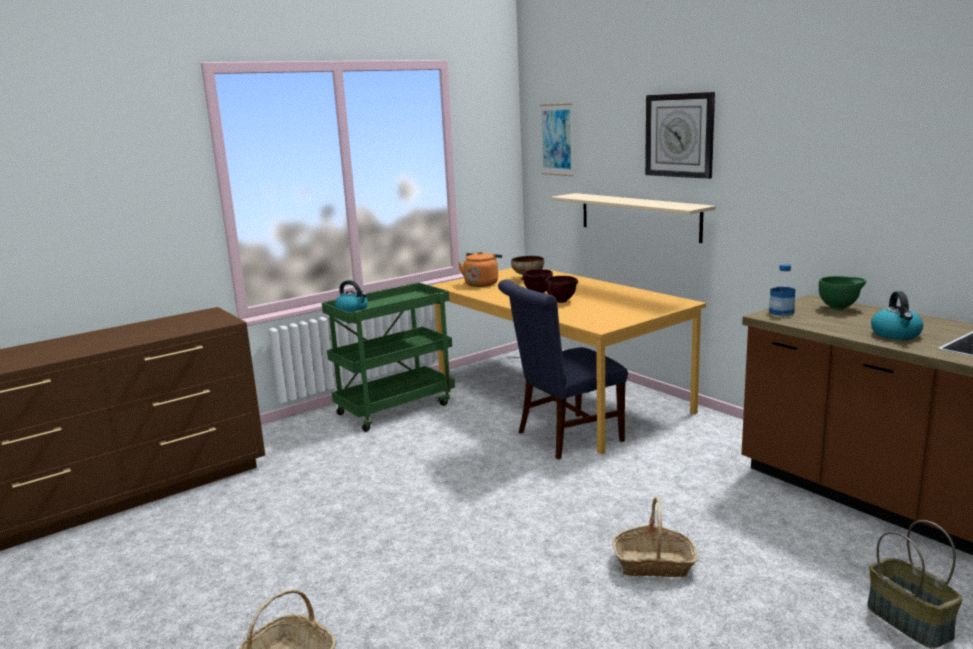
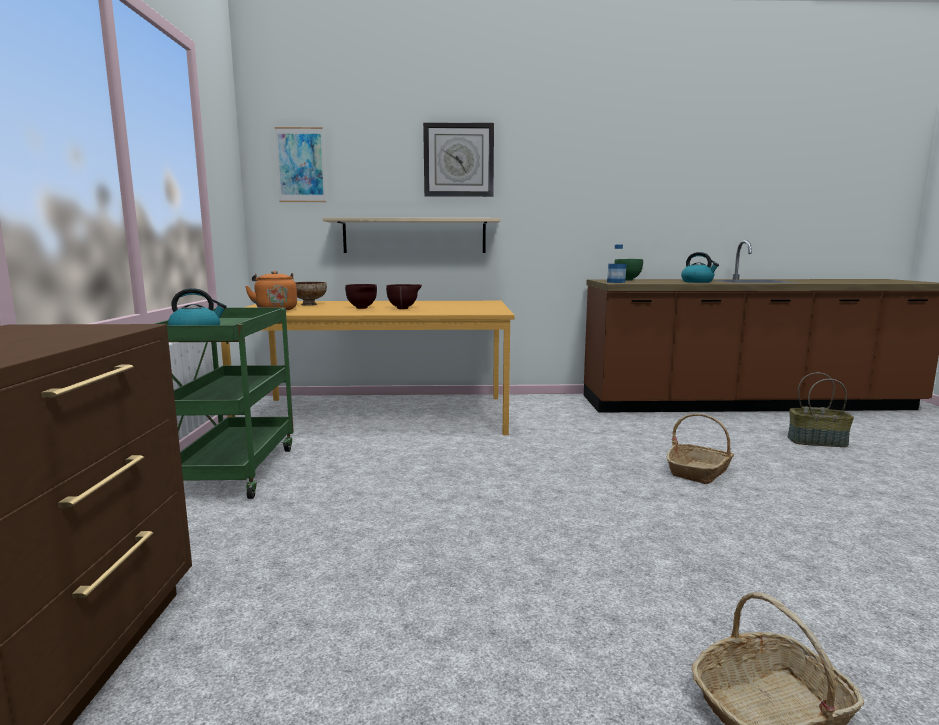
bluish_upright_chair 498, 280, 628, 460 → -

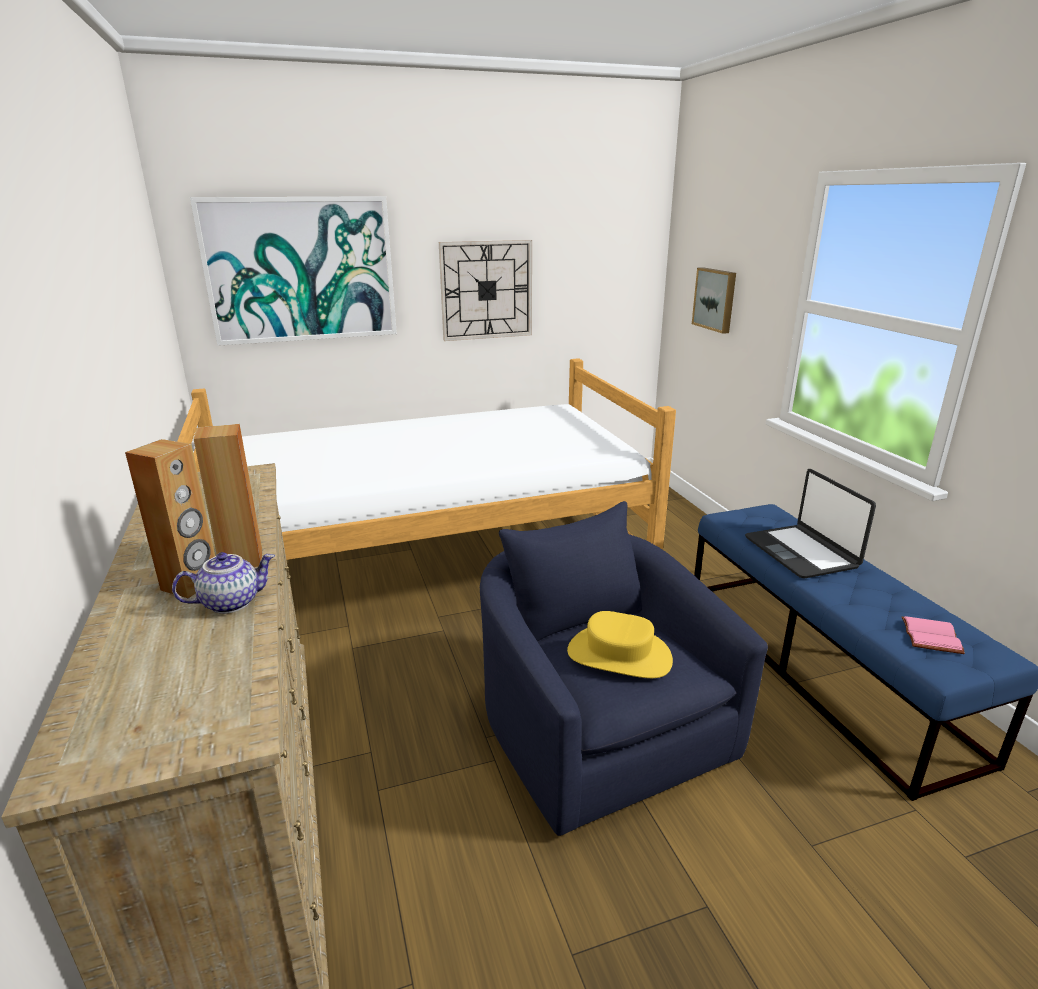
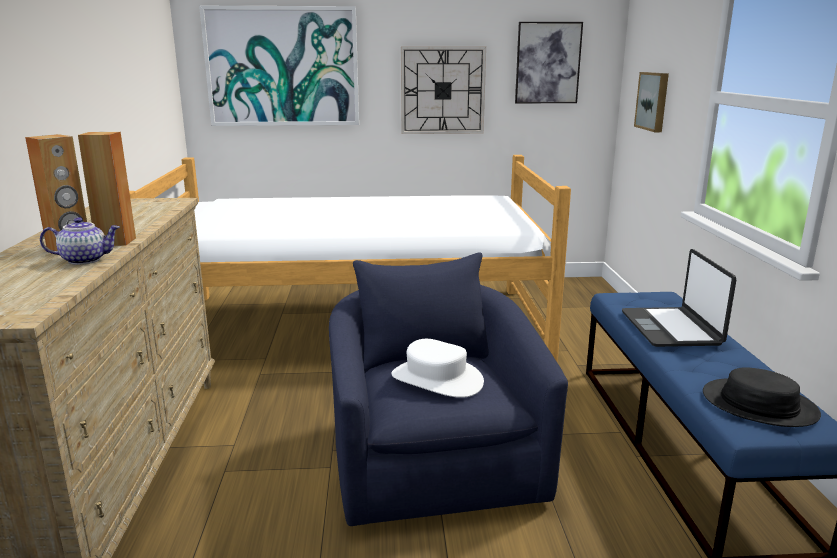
yellowish_clothing_hat 567, 611, 673, 678 → white_clothing_hat 391, 339, 484, 398
- → wall_art 515, 22, 583, 103
pink-coloured_book 902, 616, 965, 654 → blackish_clothing_hat 703, 367, 821, 427

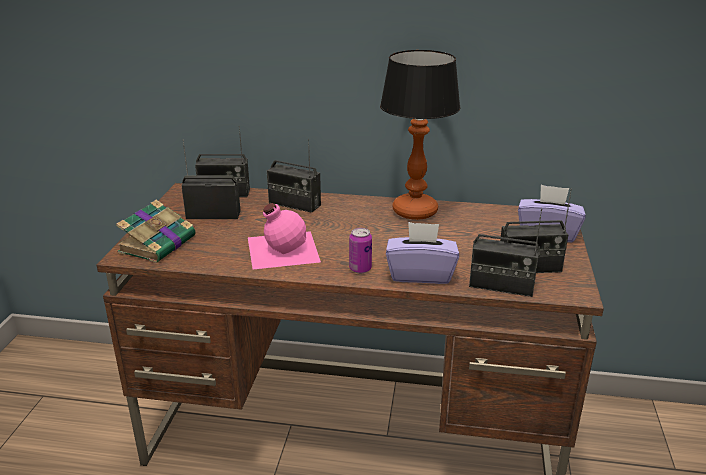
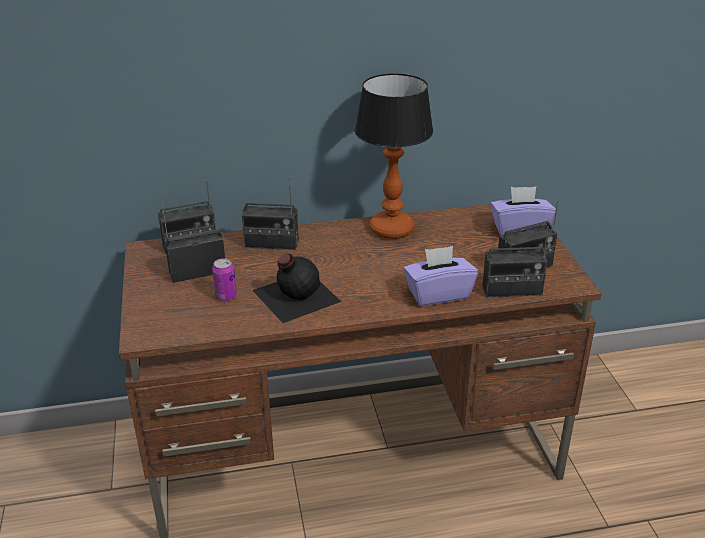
can 349, 228, 372, 273 → can 212, 258, 237, 301, moved
pink-coloured_bottle 248, 203, 321, 269 → blackish_bottle 252, 254, 341, 323
book 116, 200, 196, 263 → -

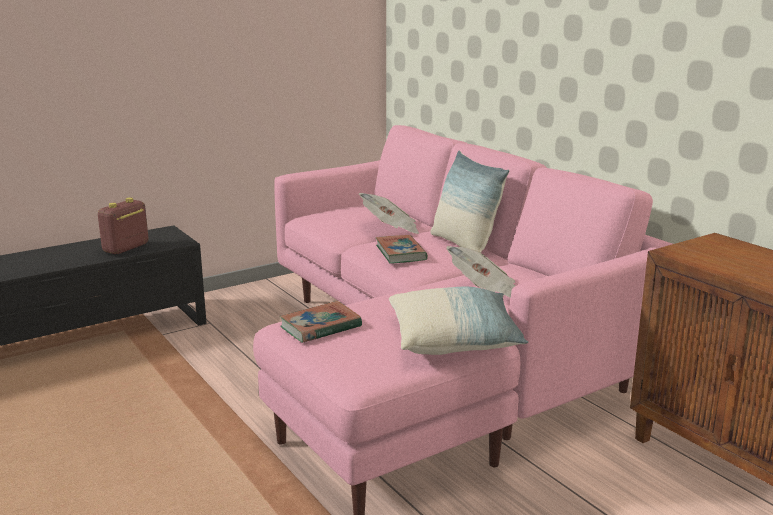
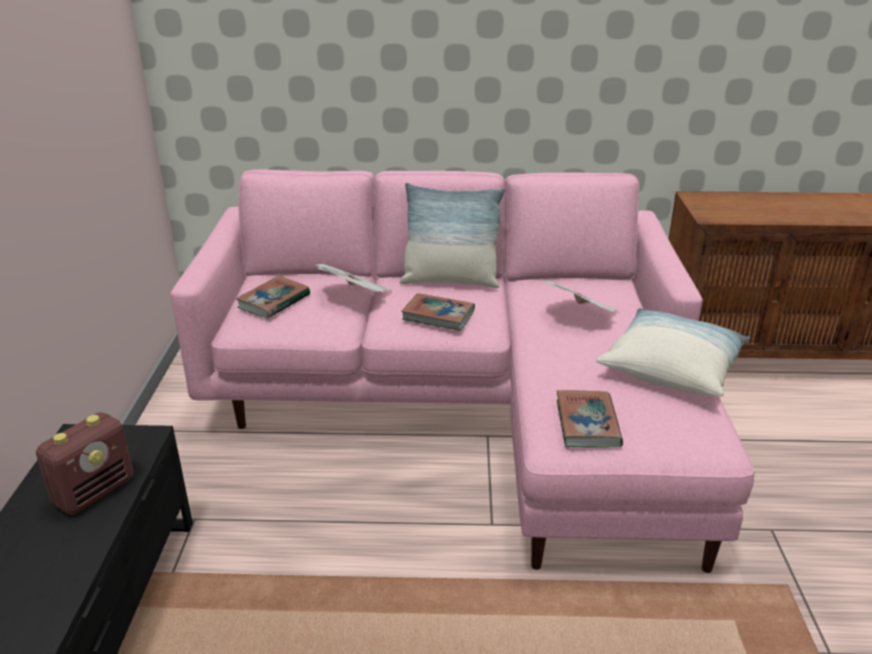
radio_set 98, 198, 148, 254 → radio_set 36, 412, 133, 515, 120 degrees counterclockwise
- → book 236, 276, 310, 318

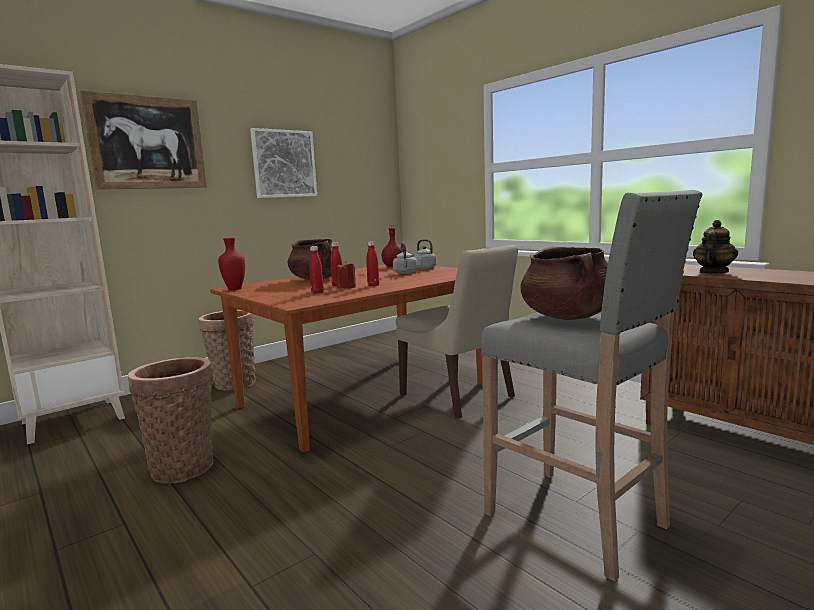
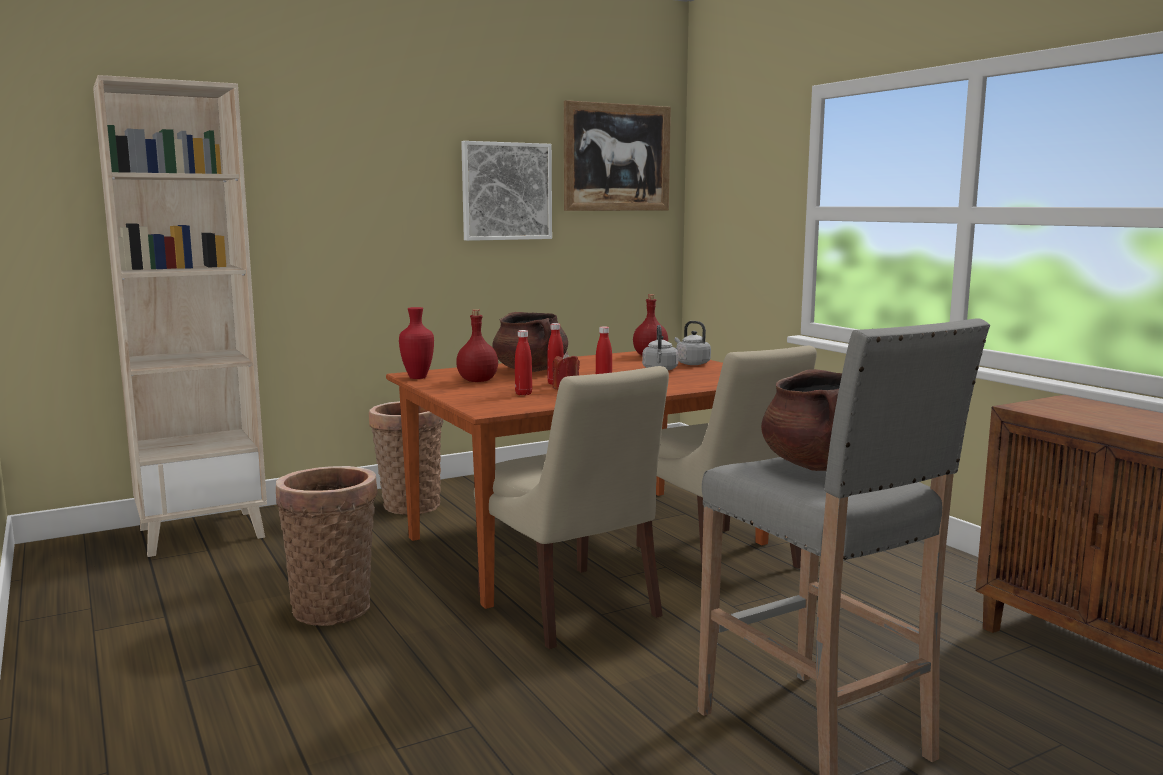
- → reddish_bottle 456, 309, 498, 382
- → beige_upright_chair 474, 366, 669, 649
wall_art 80, 90, 207, 190 → wall_art 564, 100, 671, 211, moved
tea_pot 693, 220, 738, 274 → -

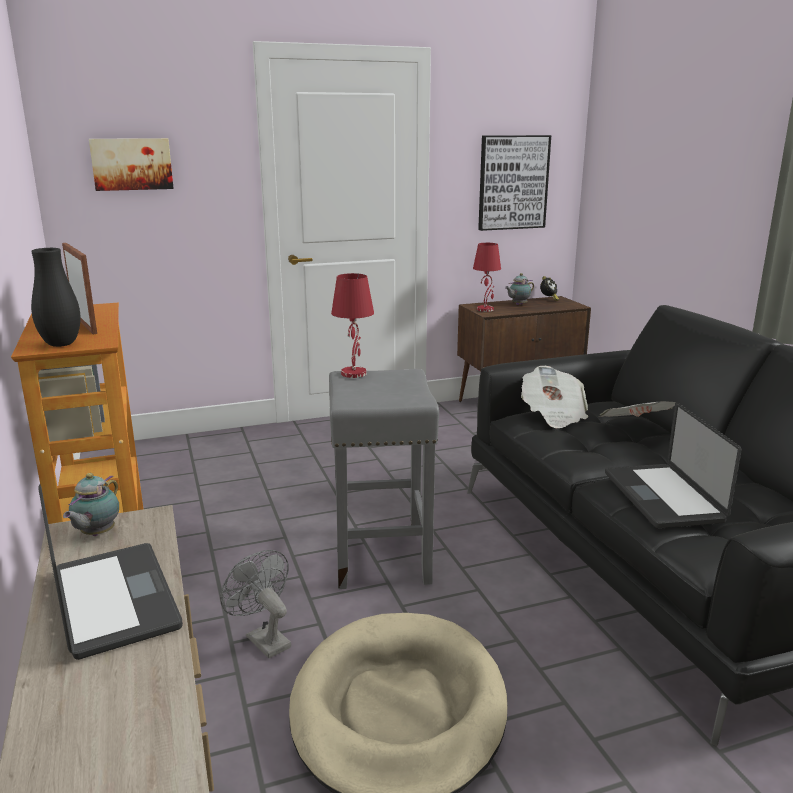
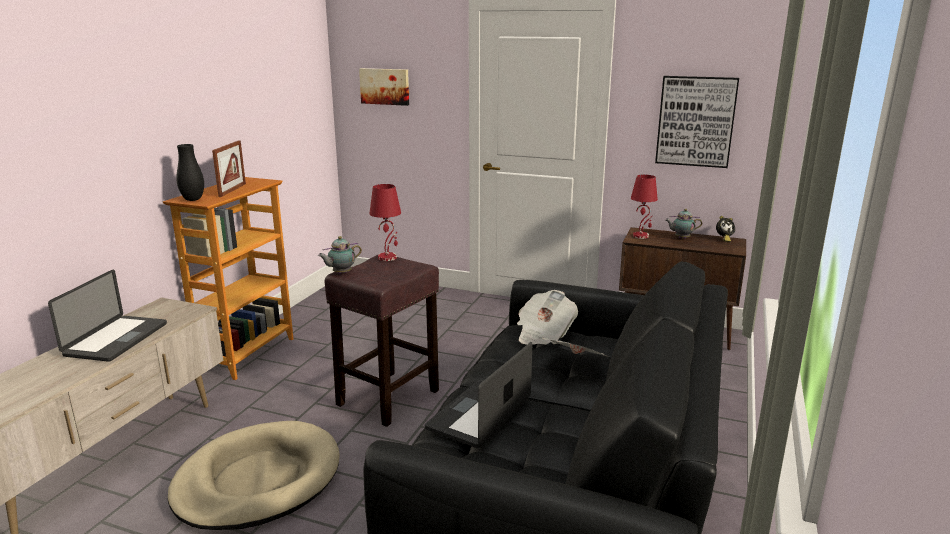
tea_pot 63, 473, 119, 536 → tea_pot 318, 236, 362, 274, moved
greyish_sitting_stool 329, 369, 439, 589 → brown_sitting_stool 325, 254, 439, 427
greyish_cooling_fan 220, 550, 291, 658 → -

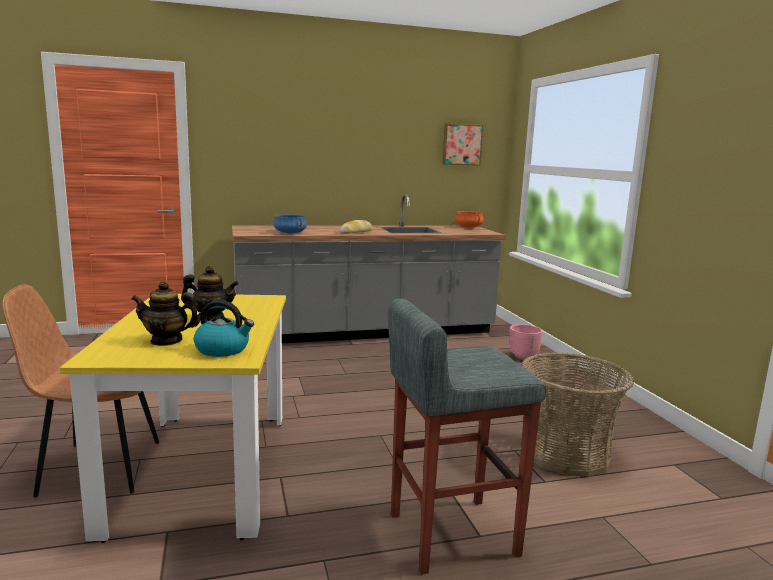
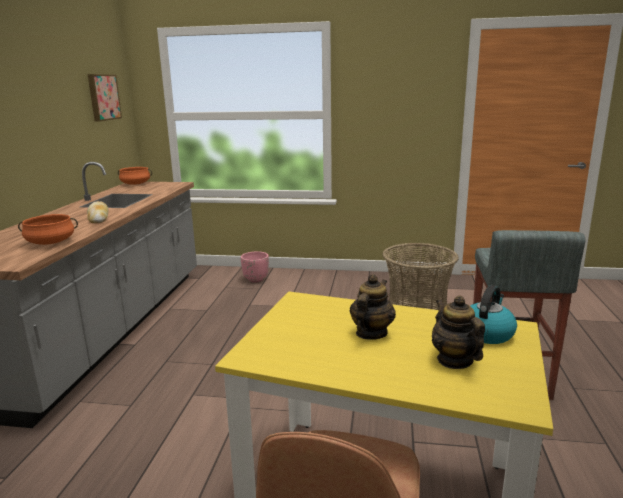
bluish_saucepot 274, 214, 307, 233 → orangey_saucepot 18, 214, 78, 245
tea_pot 132, 281, 200, 346 → tea_pot 432, 295, 485, 369, 135 degrees clockwise

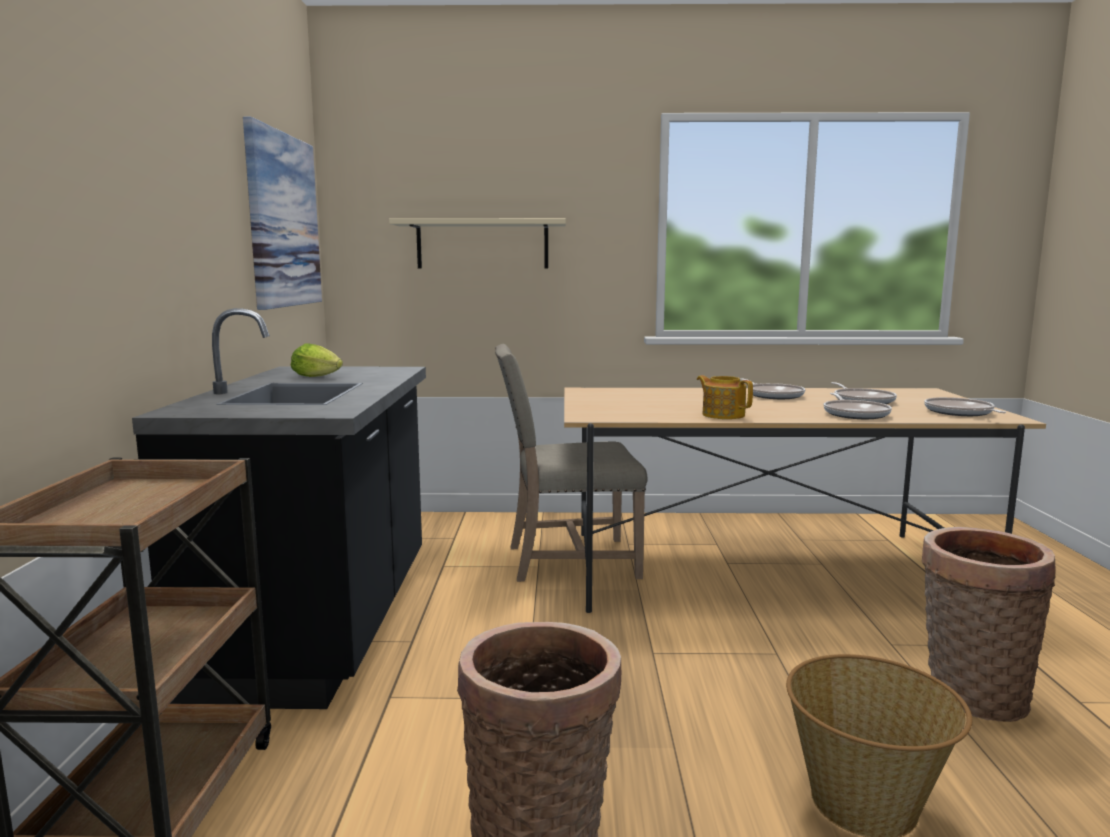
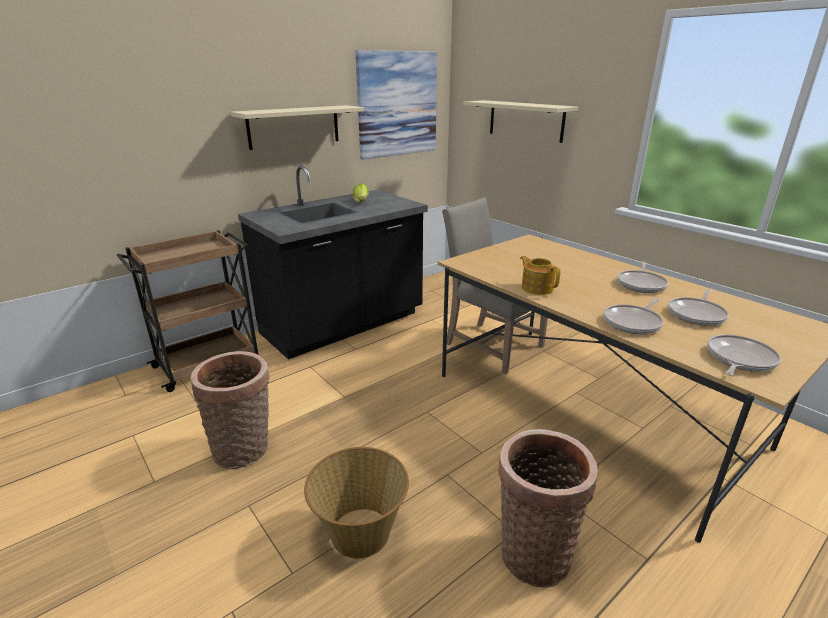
- → beige_wall_shelf 230, 105, 364, 150
tea_pot 697, 375, 753, 419 → tea_pot 520, 256, 560, 295, 45 degrees counterclockwise

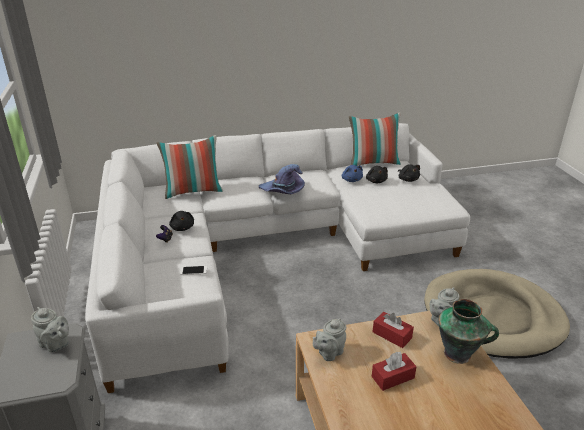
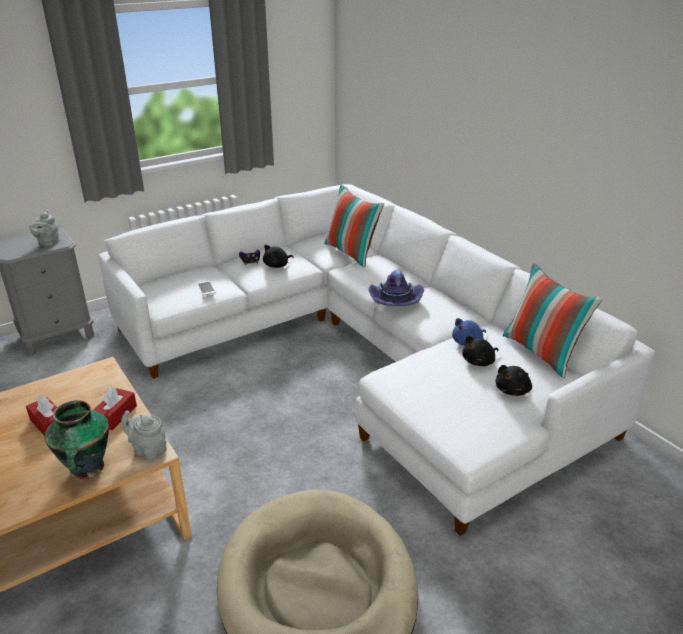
greyish_tea_pot 313, 318, 346, 361 → -

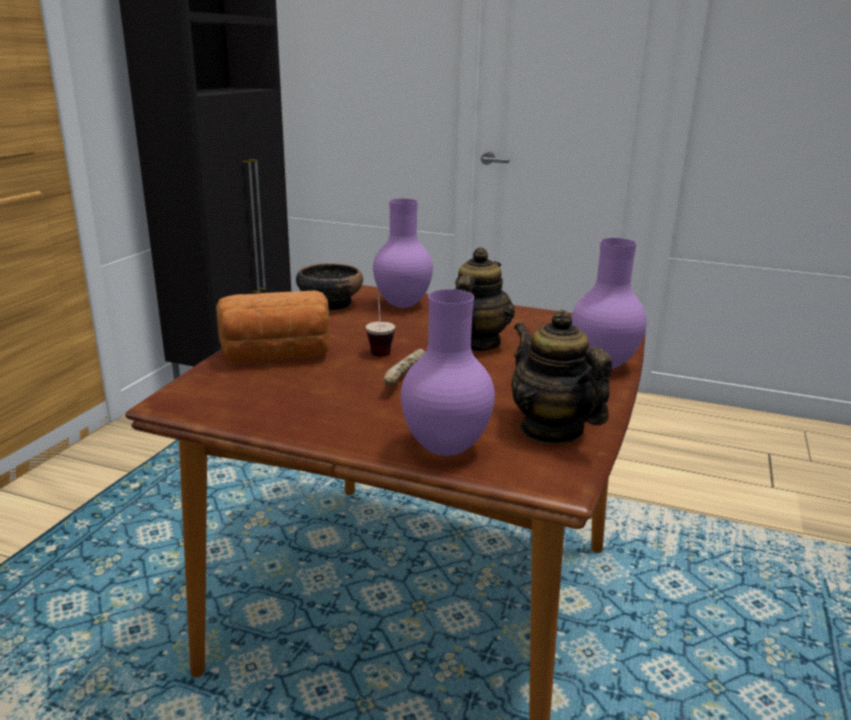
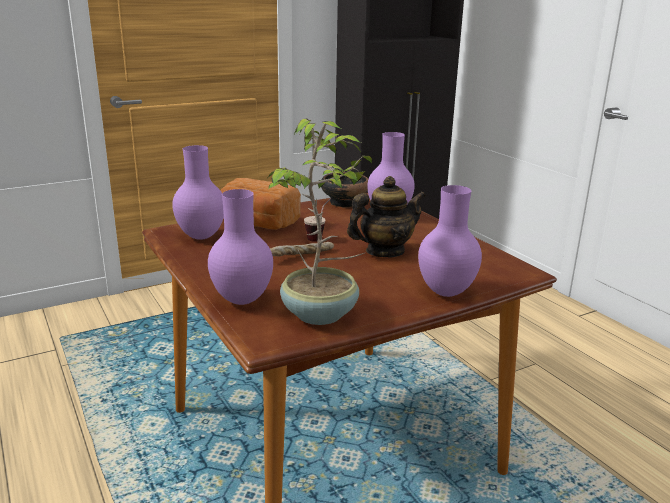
- → purplish_flower_vase 172, 145, 224, 240
tea_pot 511, 310, 612, 444 → houseplant 268, 118, 372, 325

